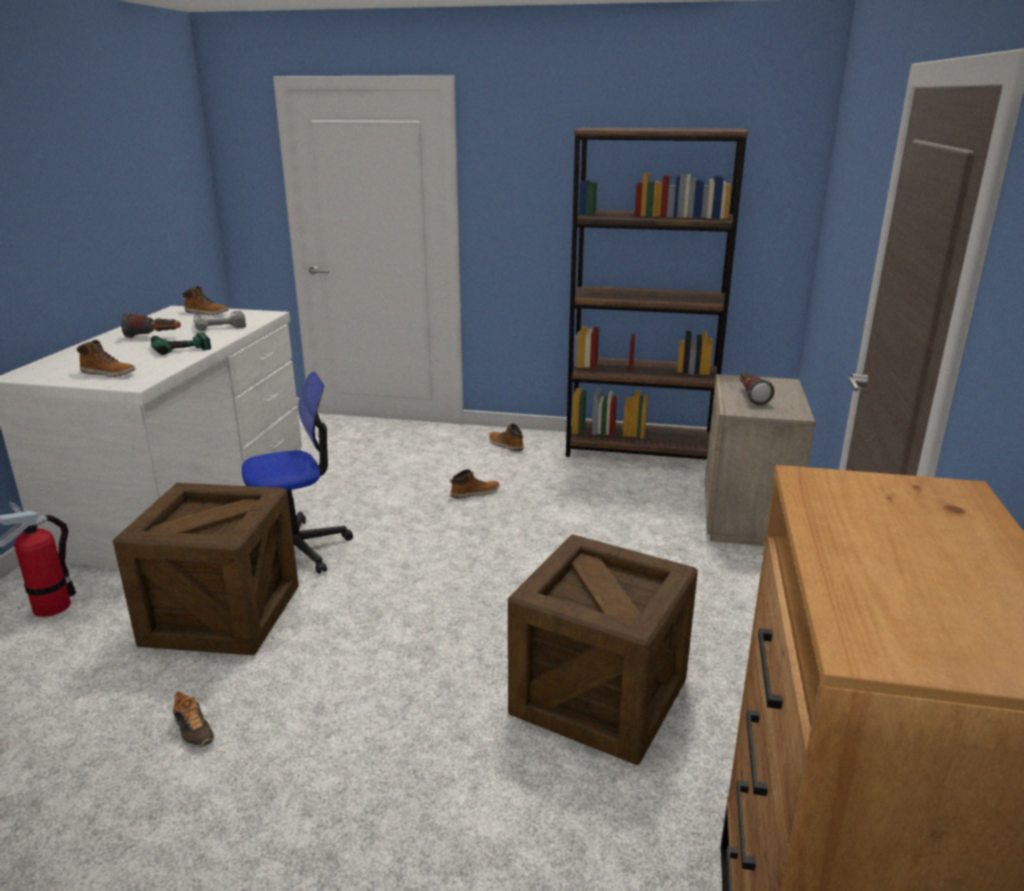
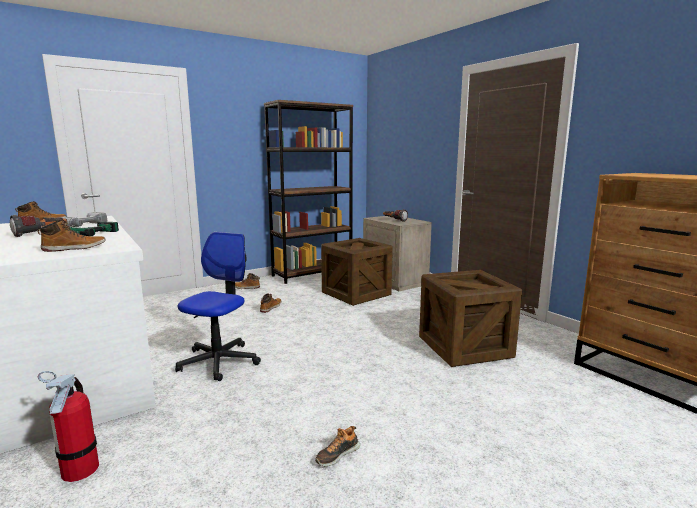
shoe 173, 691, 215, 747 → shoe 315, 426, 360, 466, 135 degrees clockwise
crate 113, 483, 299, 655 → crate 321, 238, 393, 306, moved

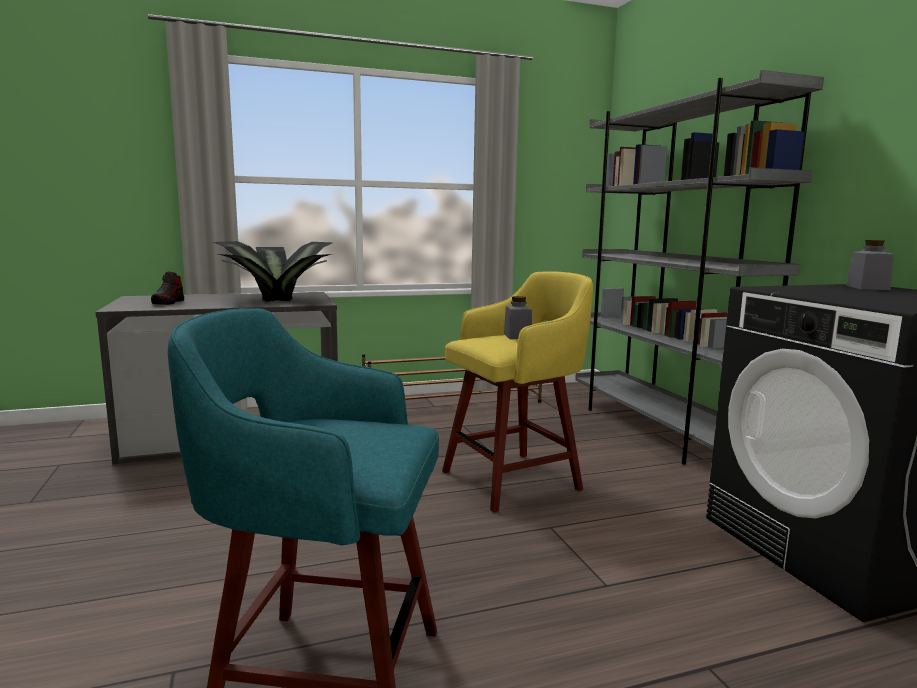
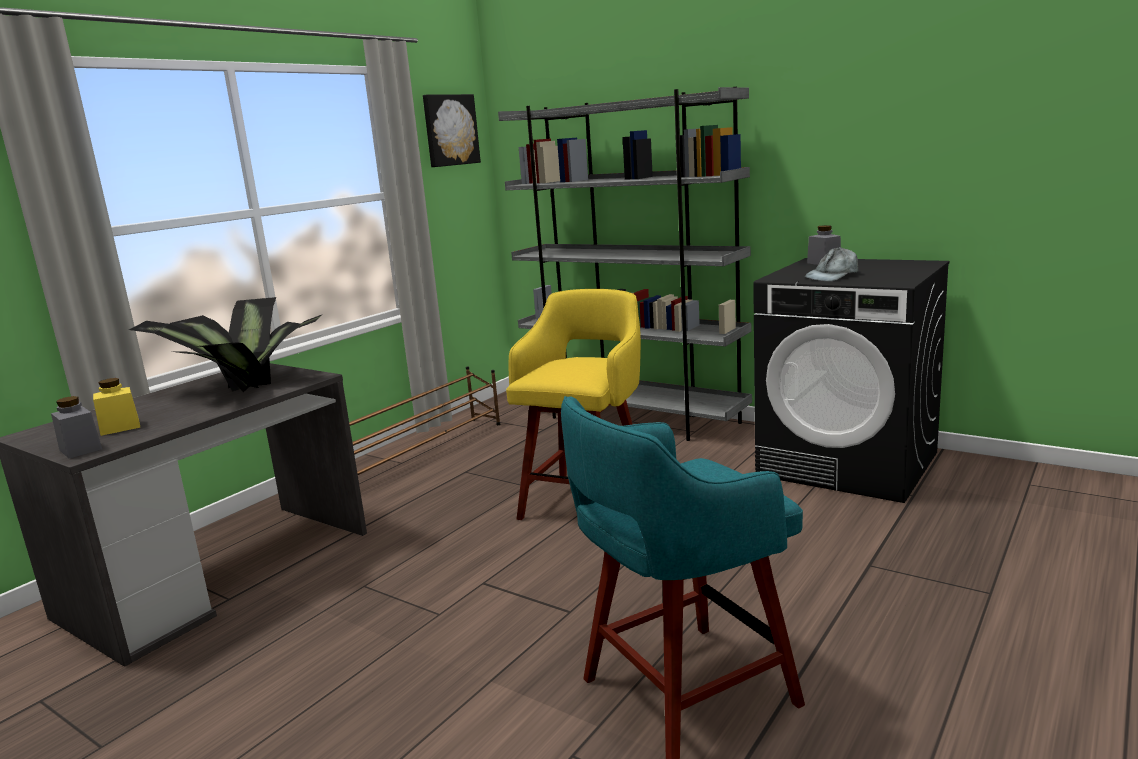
greyish_preserve_jar 504, 296, 532, 339 → greyish_preserve_jar 51, 396, 102, 458, moved
shoe 151, 272, 184, 305 → yellowish_preserve_jar 93, 378, 141, 436
- → wall_art 423, 94, 481, 167
- → greyish_cap 805, 247, 858, 281

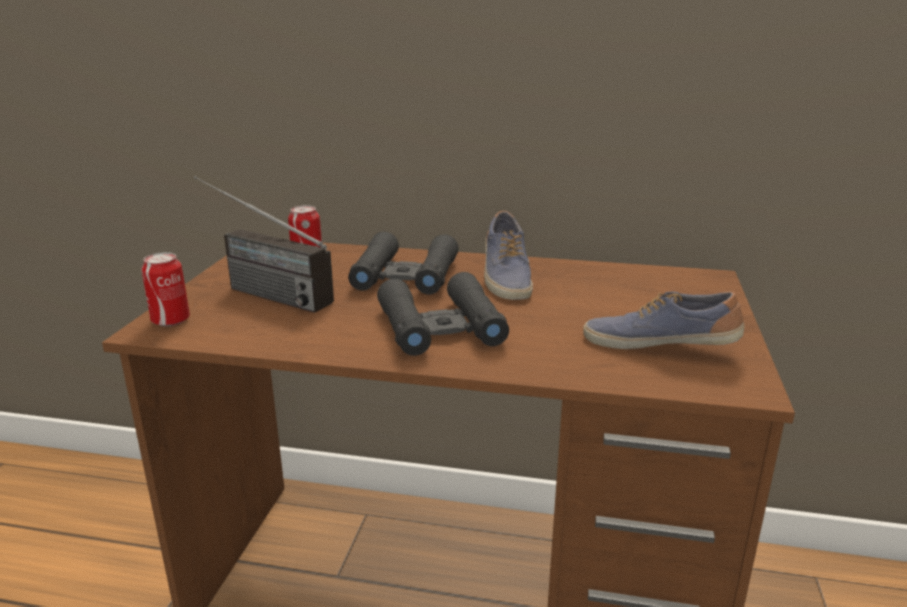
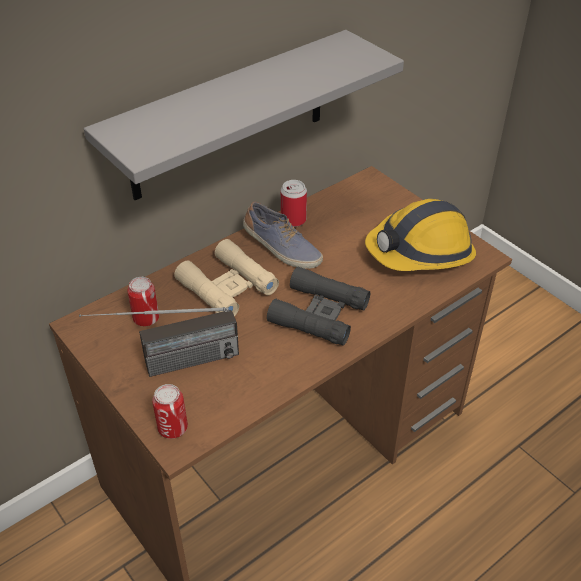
- → greyish_wall_shelf 84, 30, 404, 200
blackish_field_glasses 348, 232, 458, 294 → beige_field_glasses 174, 239, 279, 316
- → can 281, 180, 307, 227
shoe 583, 291, 744, 349 → work_helmet 365, 199, 476, 271

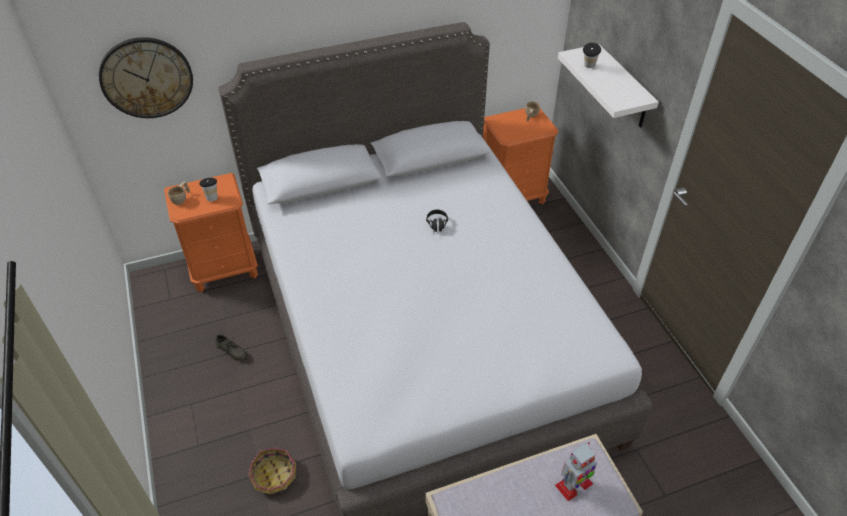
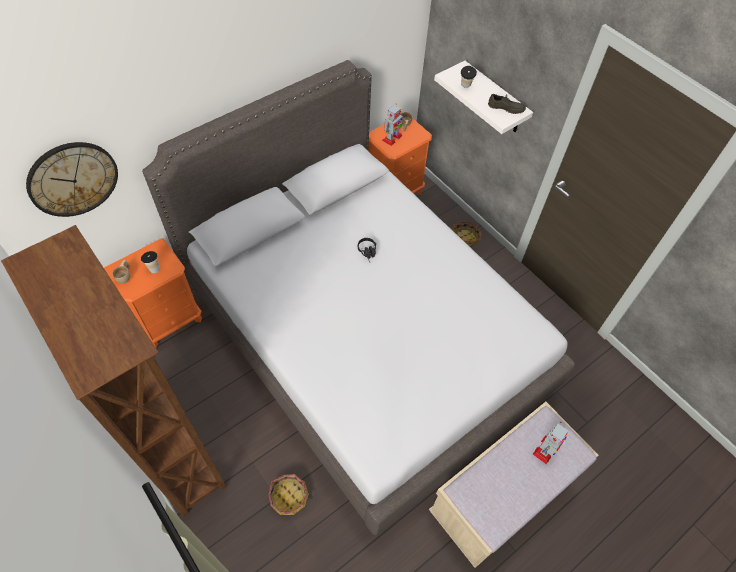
- → brown_bookshelf 1, 225, 227, 517
- → model_robot 382, 105, 403, 146
- → basket 451, 222, 482, 247
greyish_shoe 215, 334, 247, 361 → greyish_shoe 488, 94, 526, 114, moved

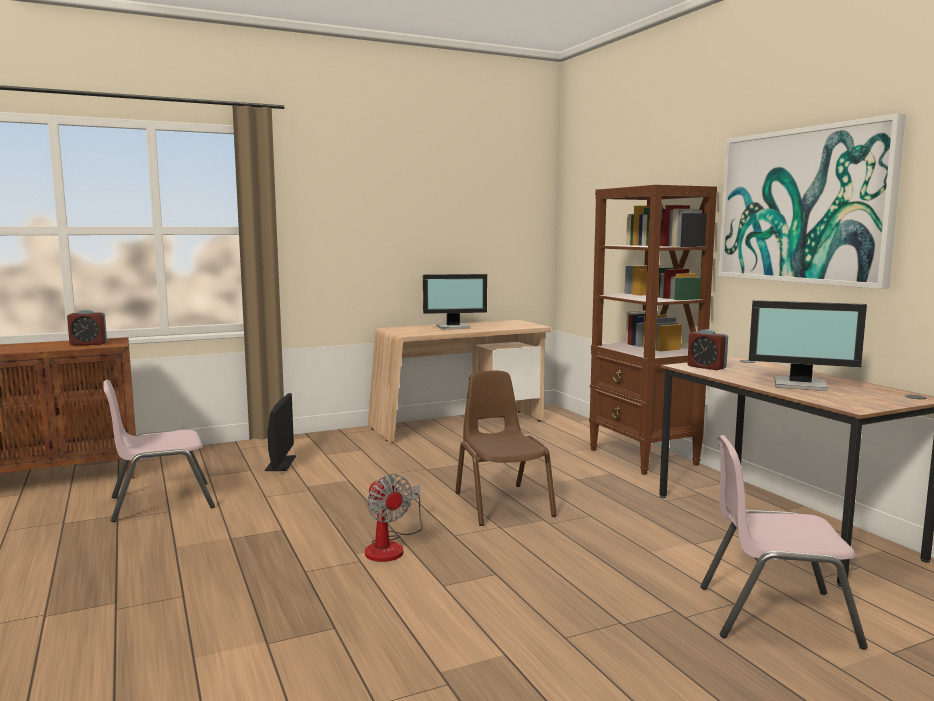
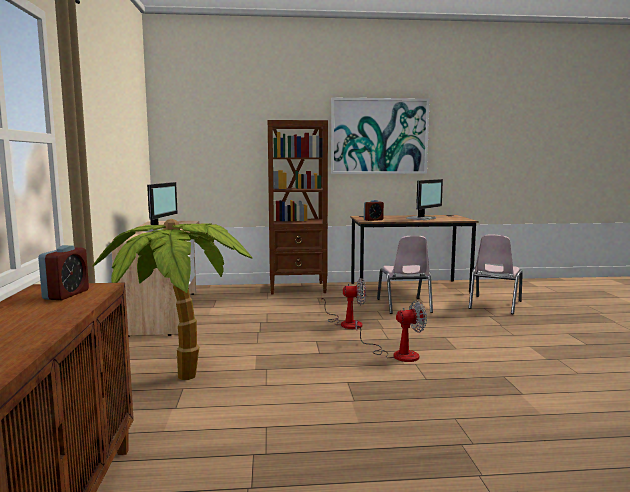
computer_display 265, 393, 296, 471 → houseplant 92, 219, 253, 380
brown_upright_chair 455, 370, 557, 526 → cooling_fan 321, 278, 366, 329
pink-coloured_upright_chair 103, 379, 215, 522 → pink-coloured_upright_chair 377, 236, 433, 314, moved

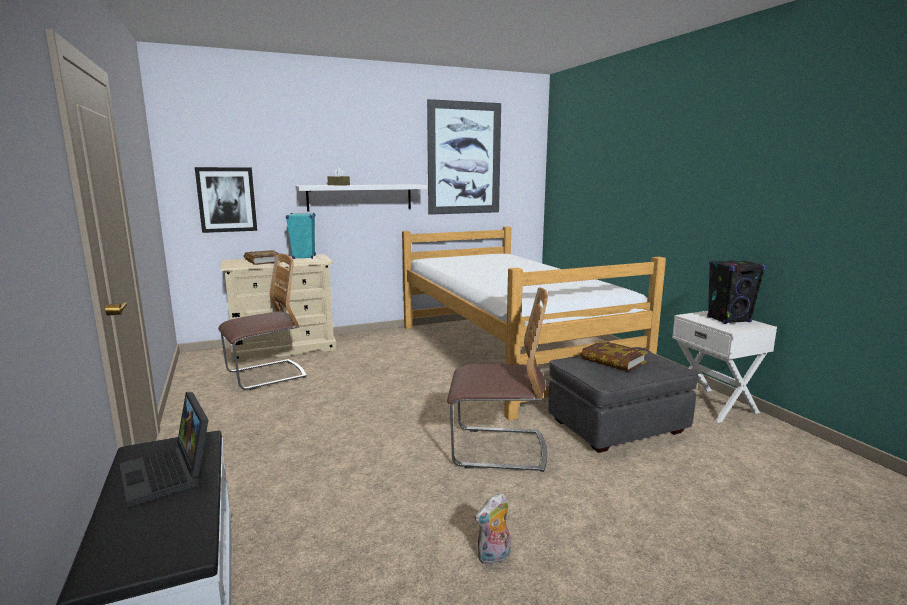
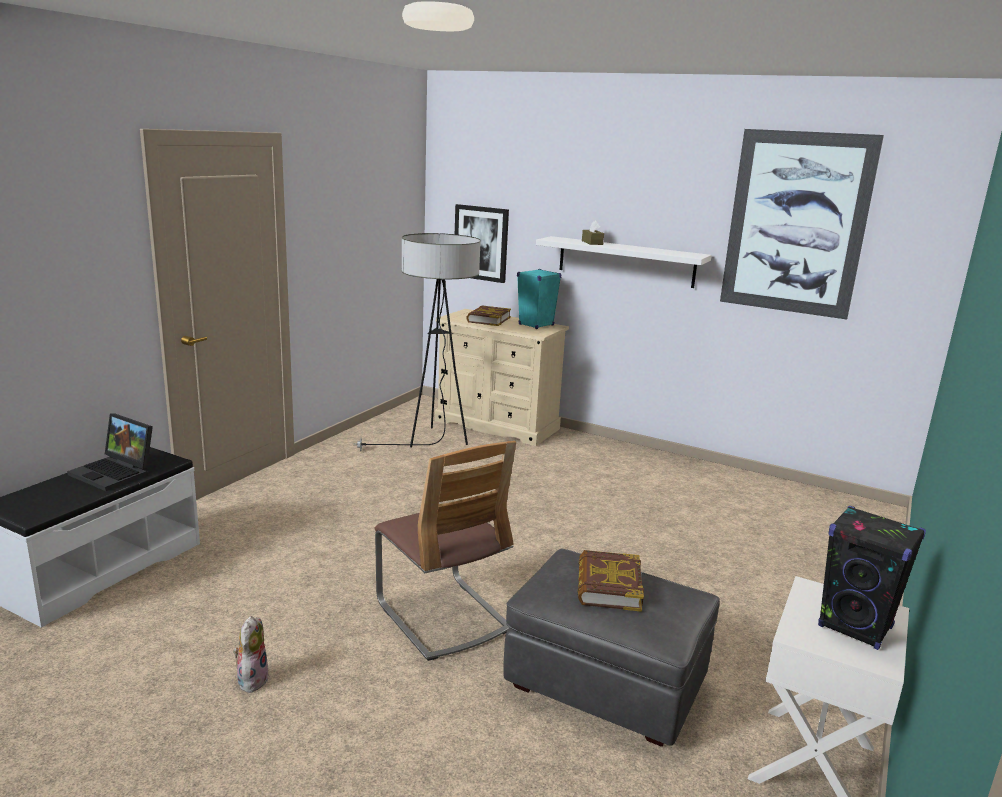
laptop 119, 392, 209, 508 → laptop 67, 413, 153, 491, 75 degrees counterclockwise
cuddly_toy 475, 493, 511, 565 → cuddly_toy 233, 616, 269, 693, 75 degrees clockwise
upright_chair 218, 254, 307, 390 → standard_lamp 353, 233, 481, 452
sleeping_bed 402, 226, 666, 421 → -

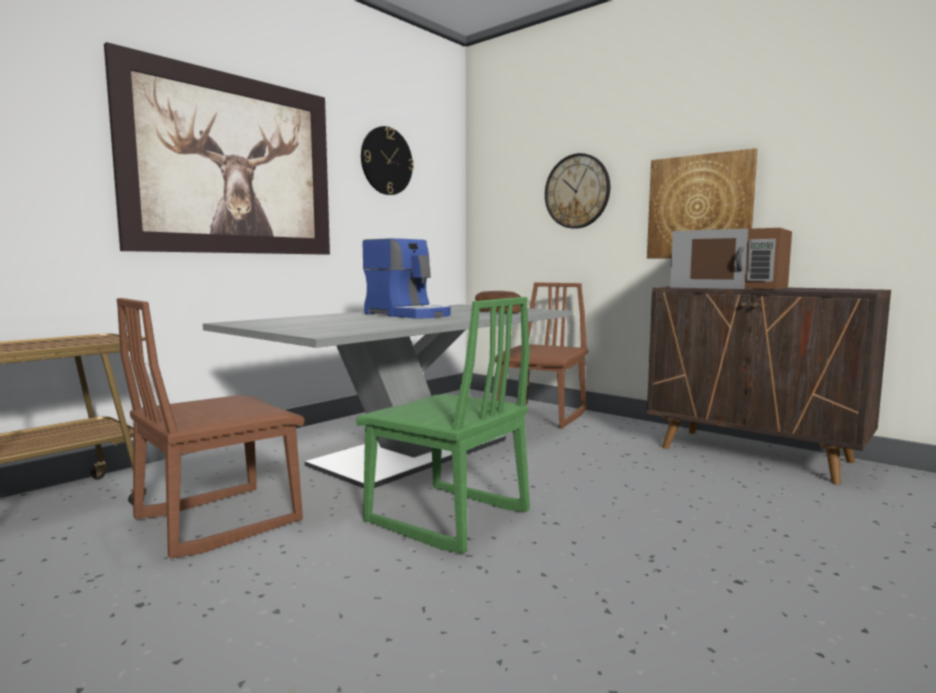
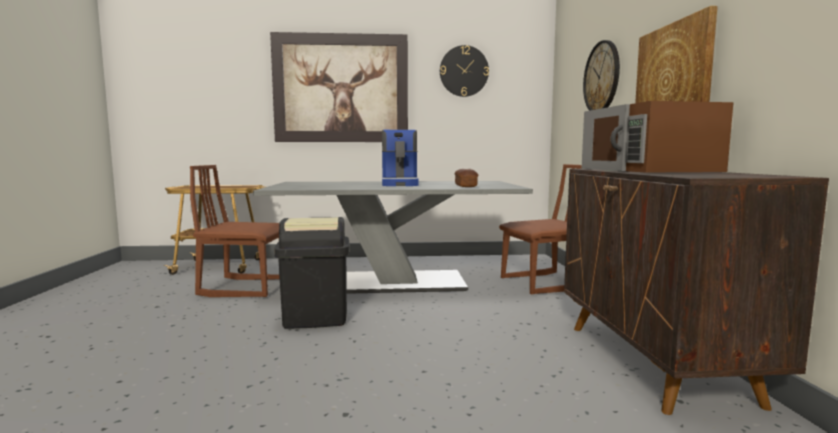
green_upright_chair 356, 297, 530, 554 → blackish_trash_can 274, 217, 350, 329

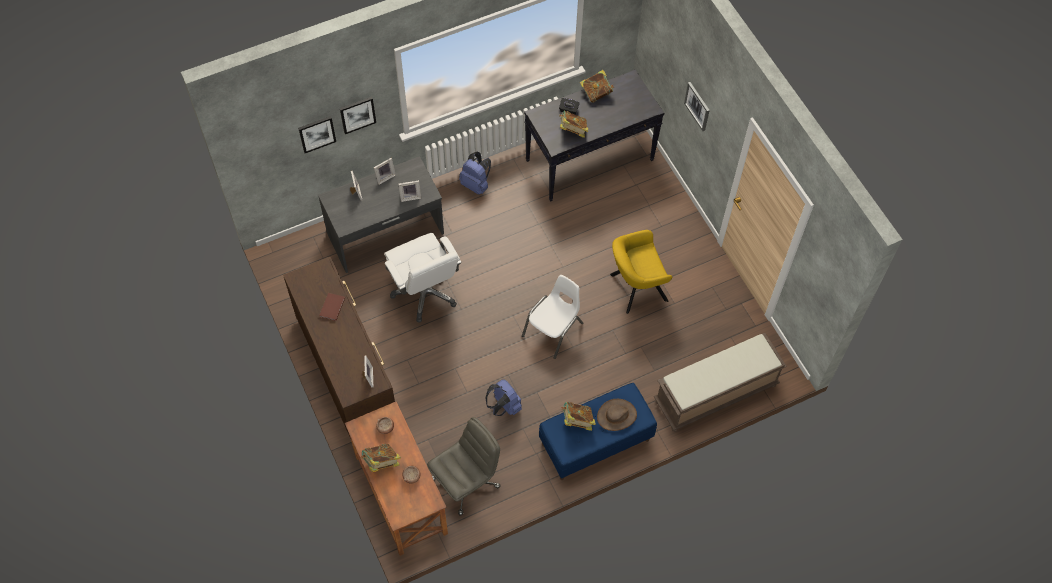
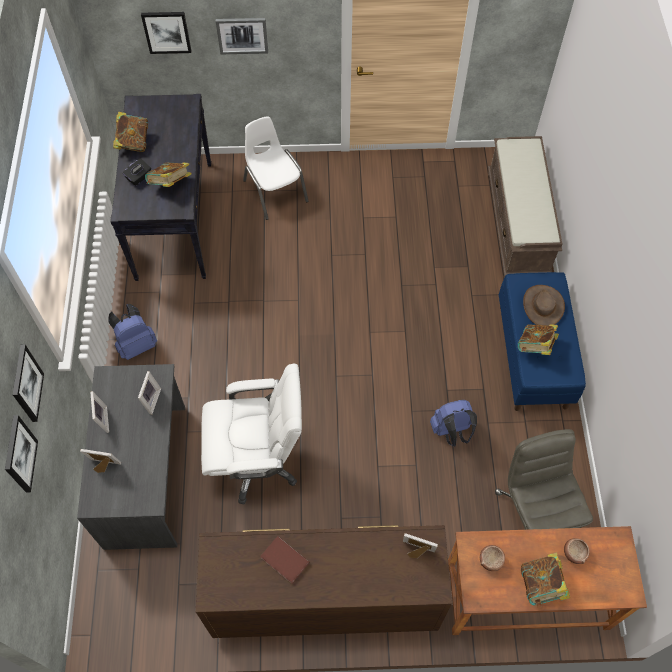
- → wall_art 141, 12, 191, 54
white_upright_chair 522, 275, 583, 359 → white_upright_chair 243, 116, 308, 220, moved
yellowish_armchair 610, 230, 672, 314 → -

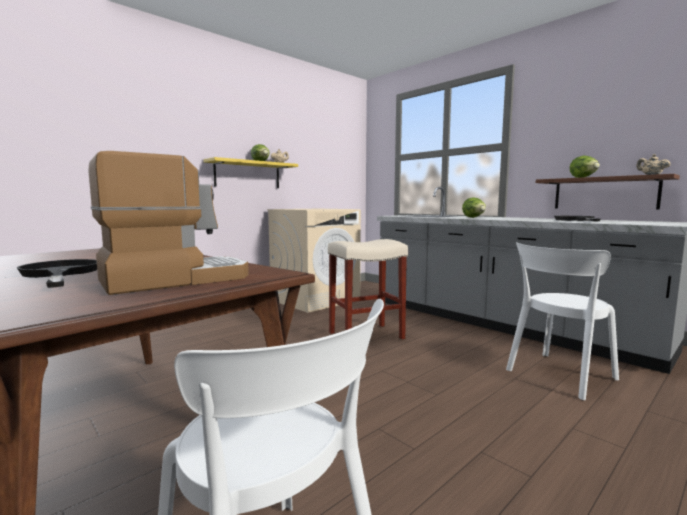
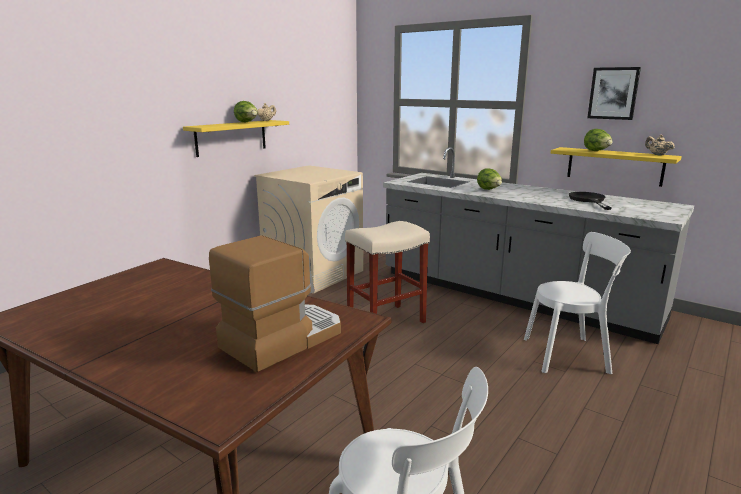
white_upright_chair 506, 242, 619, 401 → white_upright_chair 524, 232, 631, 374, 135 degrees counterclockwise
brown_wall_shelf 536, 174, 680, 209 → yellowish_wall_shelf 551, 147, 682, 187
- → wall_art 587, 67, 641, 120
blackish_skillet 16, 259, 97, 288 → -

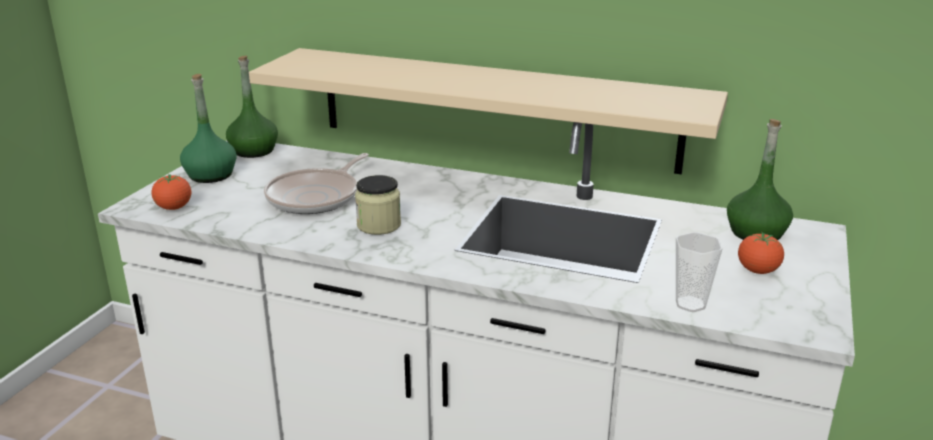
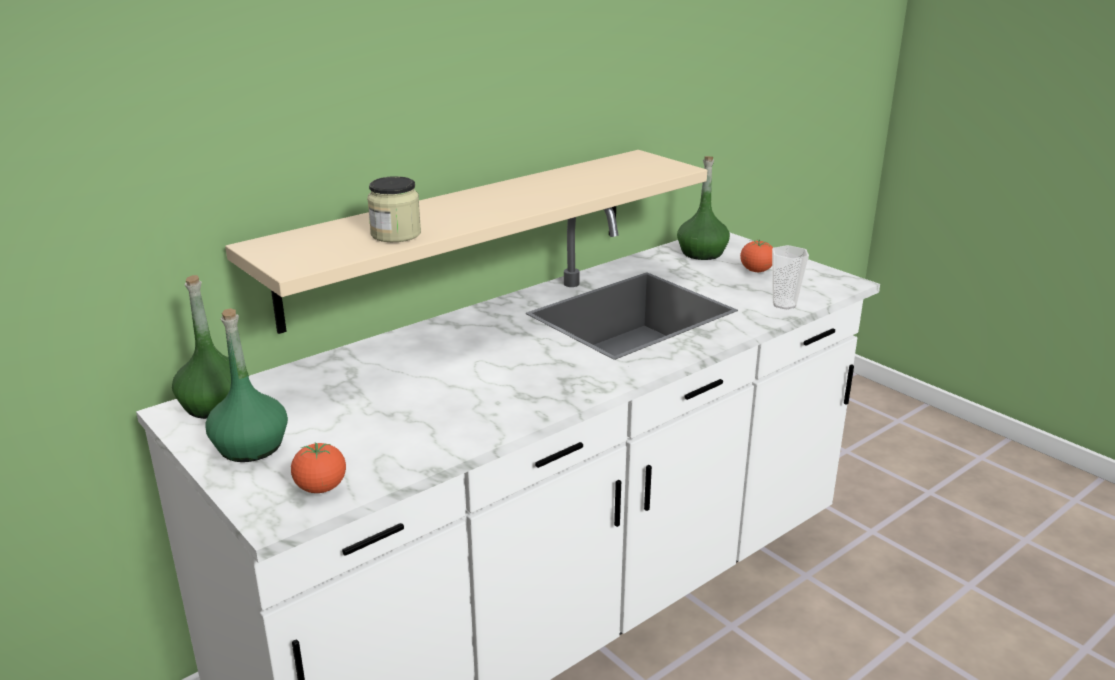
preserve_jar 355, 175, 401, 235 → preserve_jar 367, 176, 421, 242, moved
skillet 264, 153, 369, 214 → -

